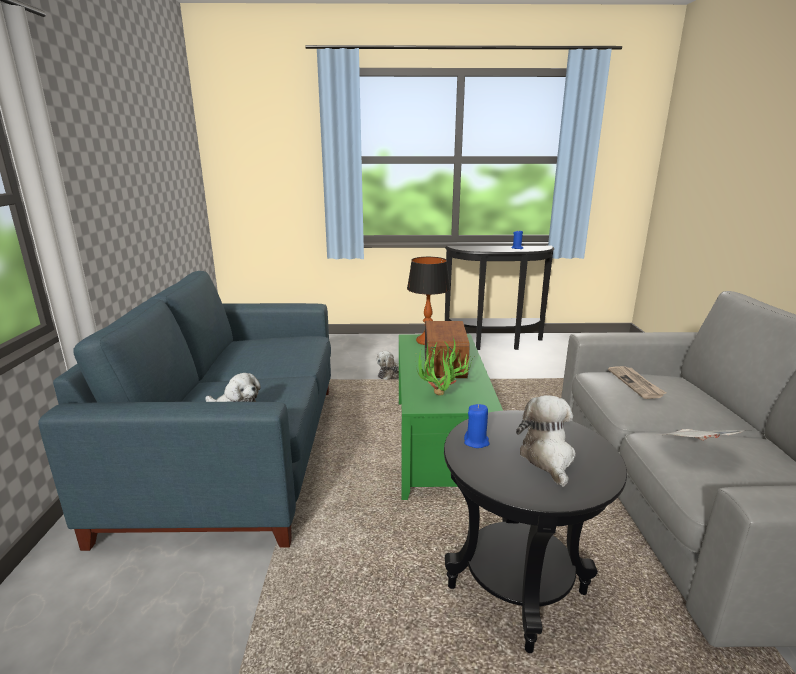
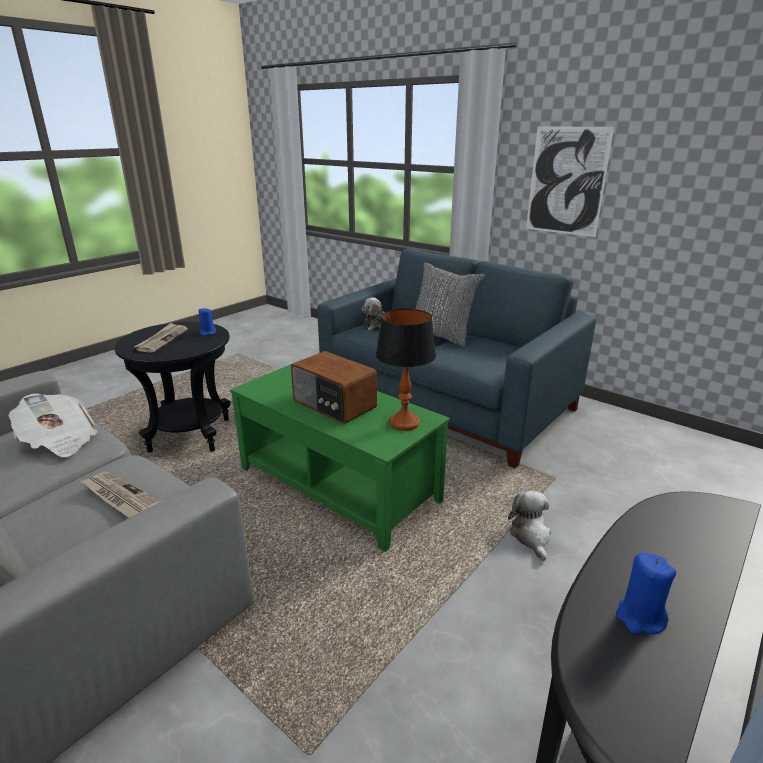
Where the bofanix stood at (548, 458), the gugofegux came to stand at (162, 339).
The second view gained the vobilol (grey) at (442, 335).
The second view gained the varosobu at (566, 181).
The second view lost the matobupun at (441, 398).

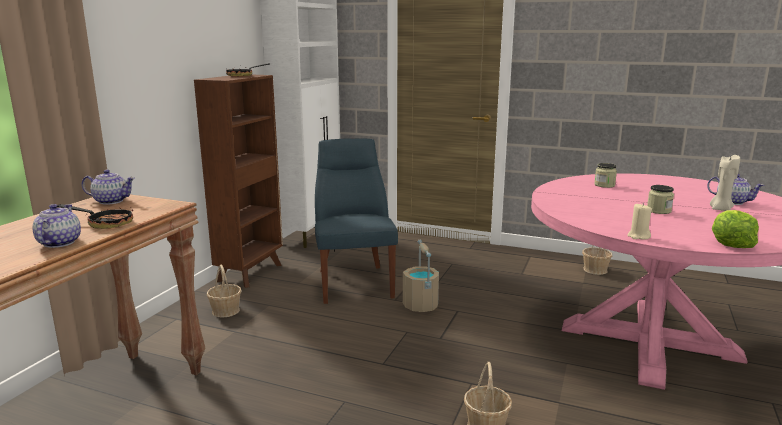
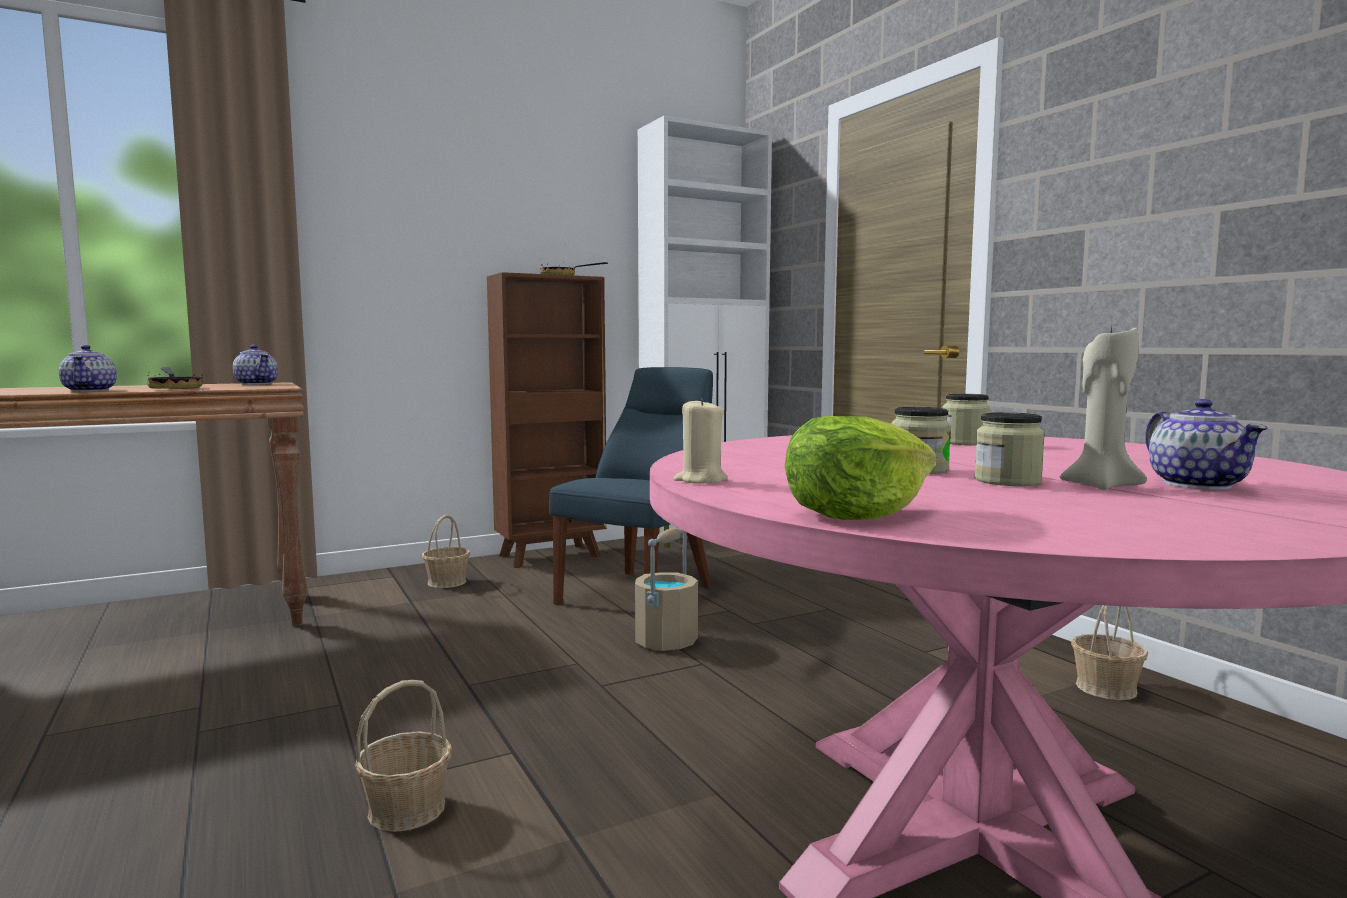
The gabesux at (58, 243) ended up facing another way, 120 degrees clockwise from before.
The second view gained the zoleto at (1007, 481).

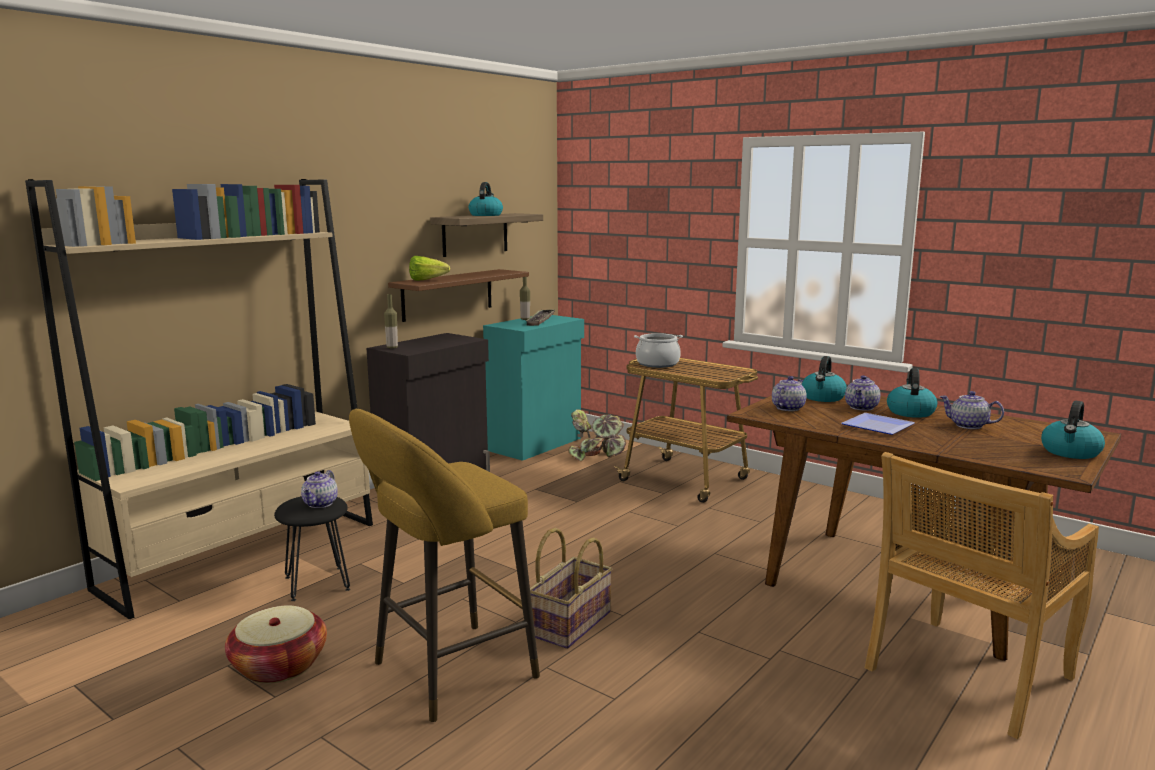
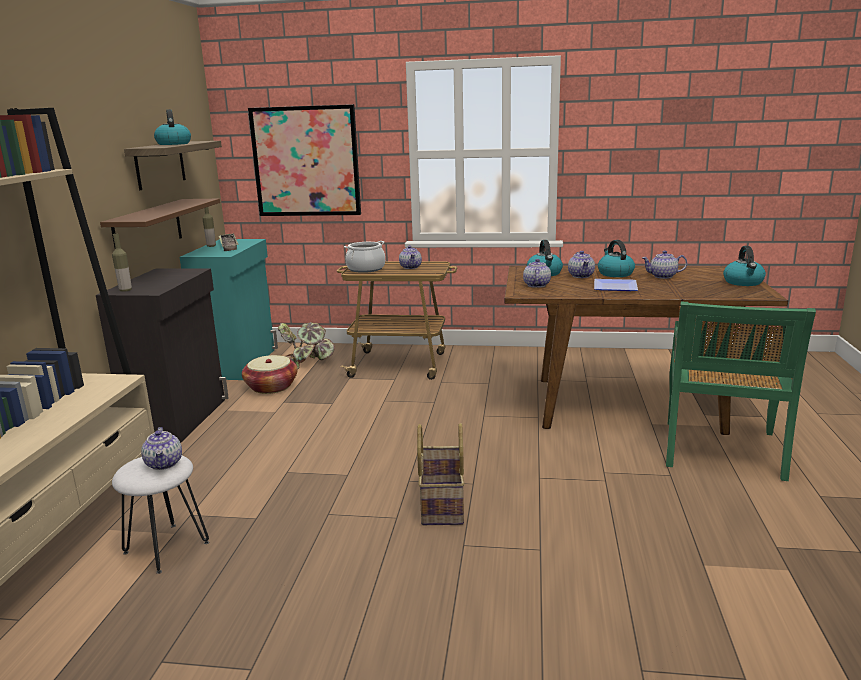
What was the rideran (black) at (318, 583) turned into the rideran (white) at (167, 547).
The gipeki ended up elsewhere, having gone from (279, 666) to (271, 387).
The second view gained the varosobu at (306, 161).
The second view gained the gabesux at (411, 267).
What was the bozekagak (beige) at (967, 675) turned into the bozekagak (green) at (721, 451).
The second view lost the rideran (yellow) at (446, 673).
The second view lost the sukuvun at (430, 280).

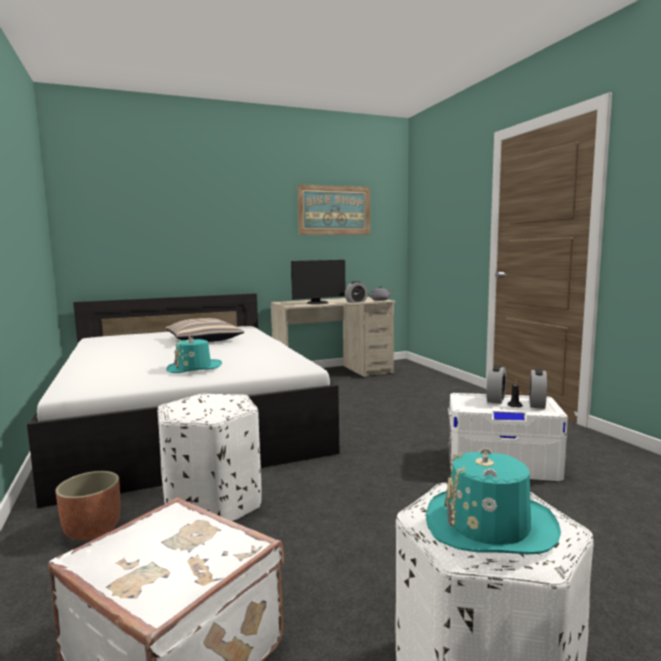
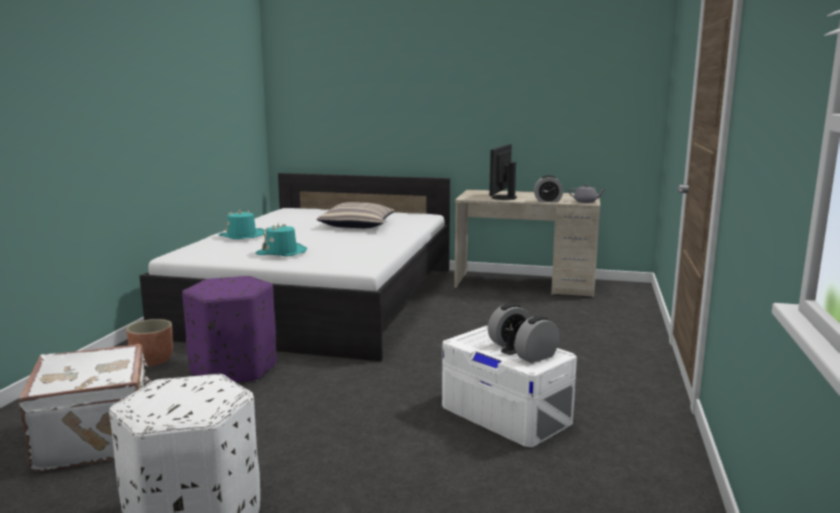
What was the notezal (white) at (213, 504) turned into the notezal (purple) at (234, 369).
The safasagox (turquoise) ended up elsewhere, having gone from (489, 525) to (242, 236).
The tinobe at (318, 303) ended up facing another way, 105 degrees clockwise from before.
The second view lost the varosobu at (334, 210).

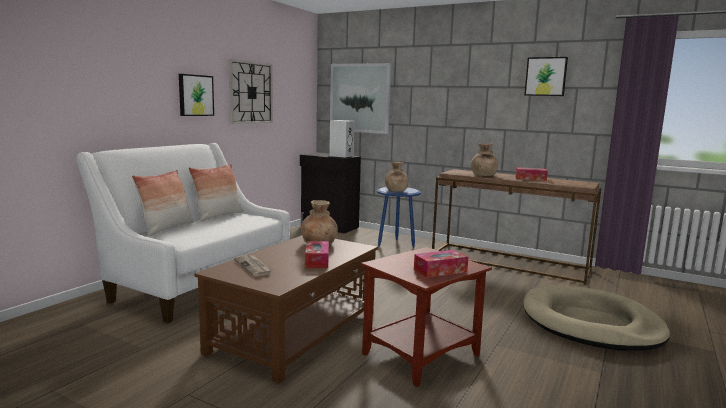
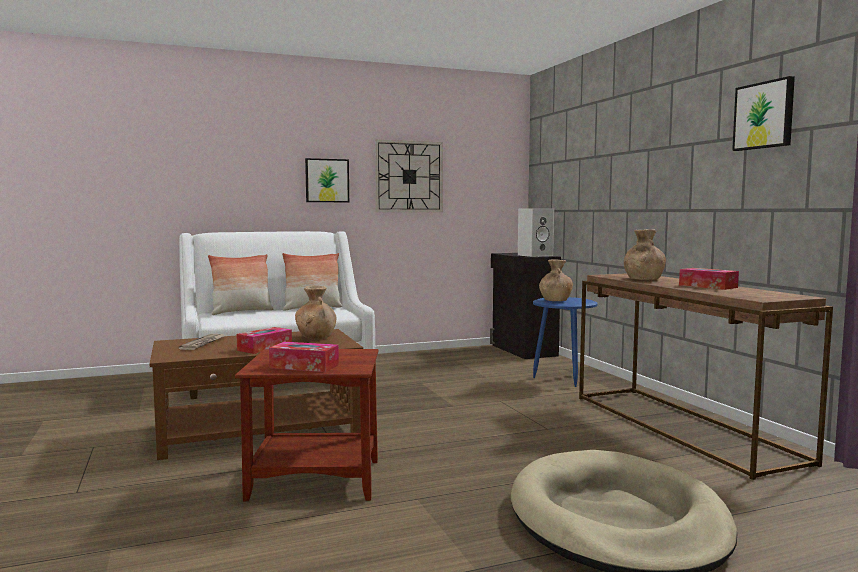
The second view lost the varosobu at (360, 98).

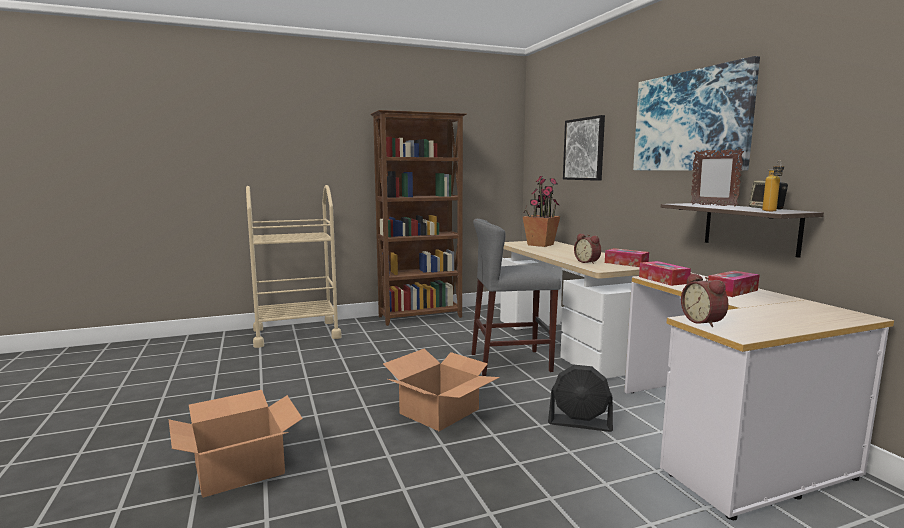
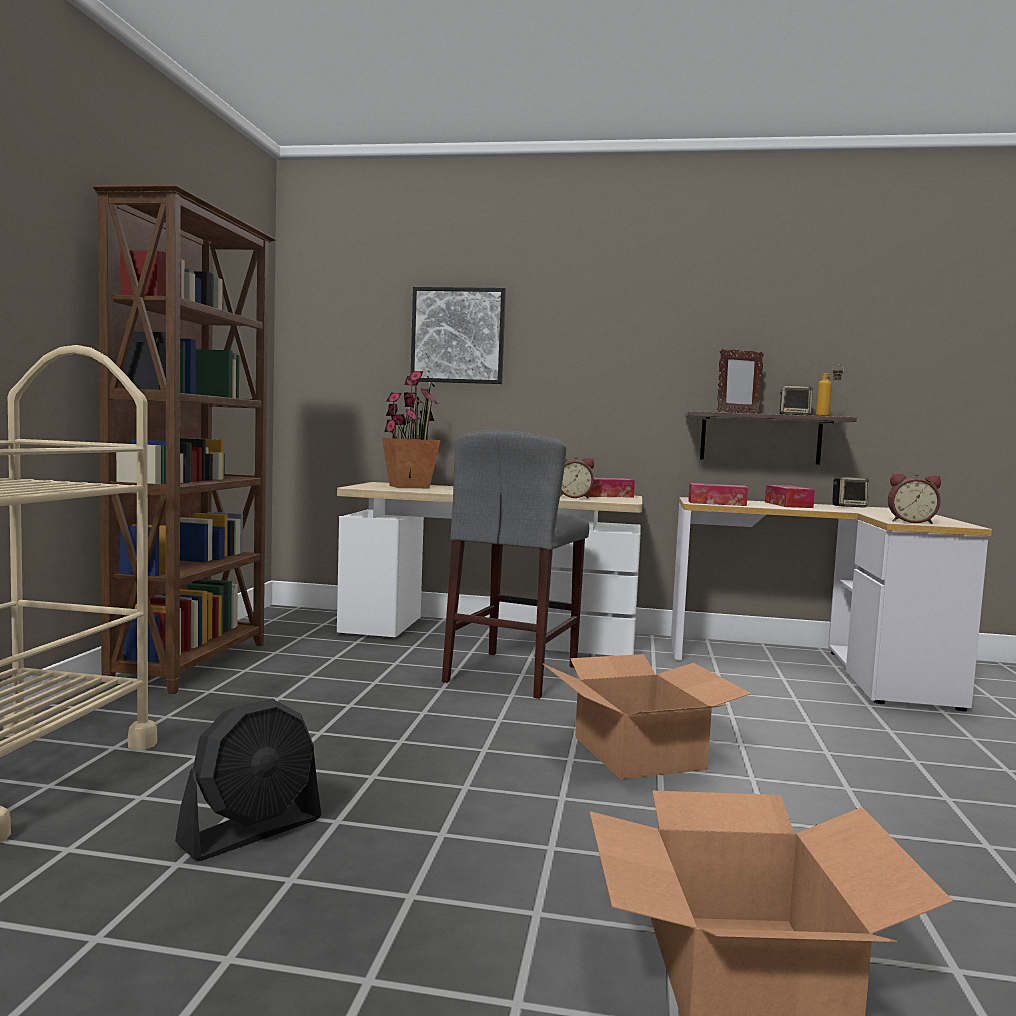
The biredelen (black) ended up elsewhere, having gone from (580, 423) to (251, 831).
The second view gained the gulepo at (849, 507).
The second view lost the varosobu at (690, 121).

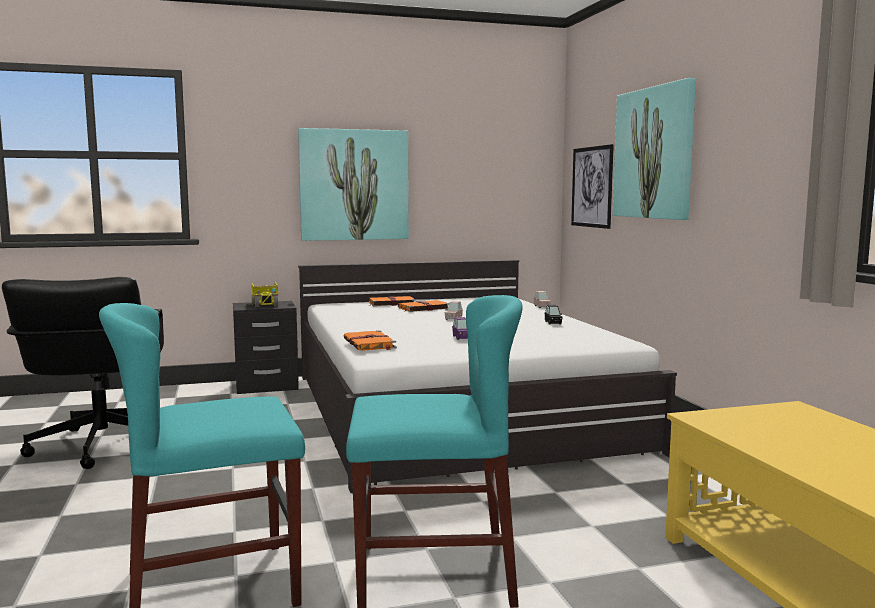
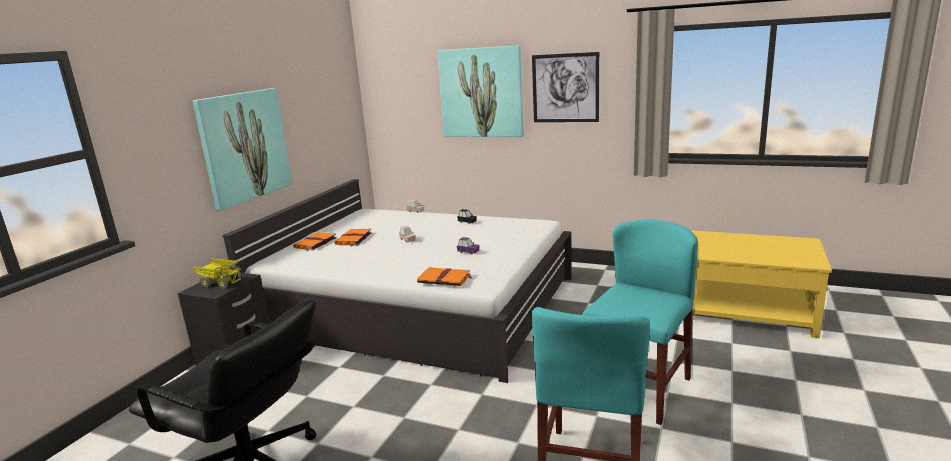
The varosobu ended up elsewhere, having gone from (591, 187) to (565, 88).

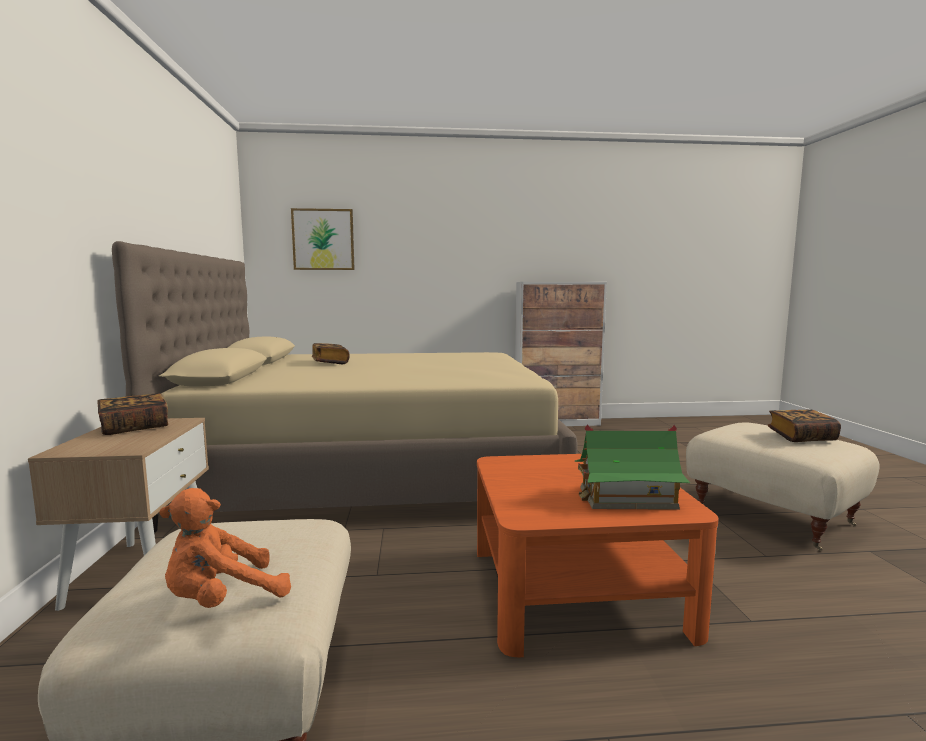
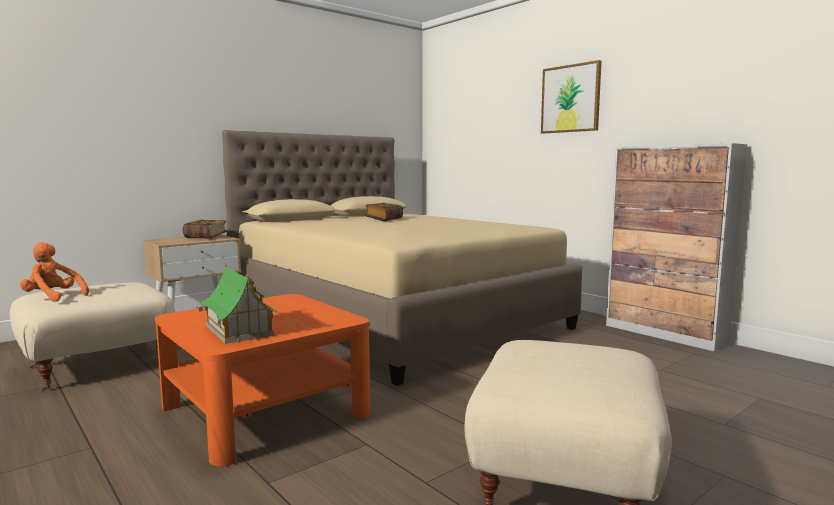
The varosobu ended up elsewhere, having gone from (323, 239) to (570, 99).
The second view lost the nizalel at (801, 437).

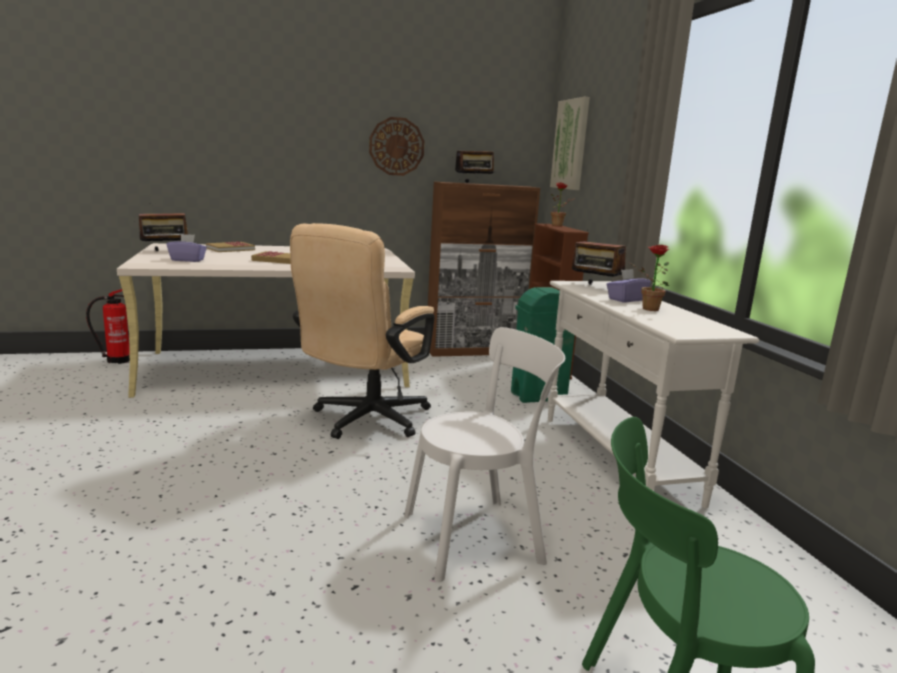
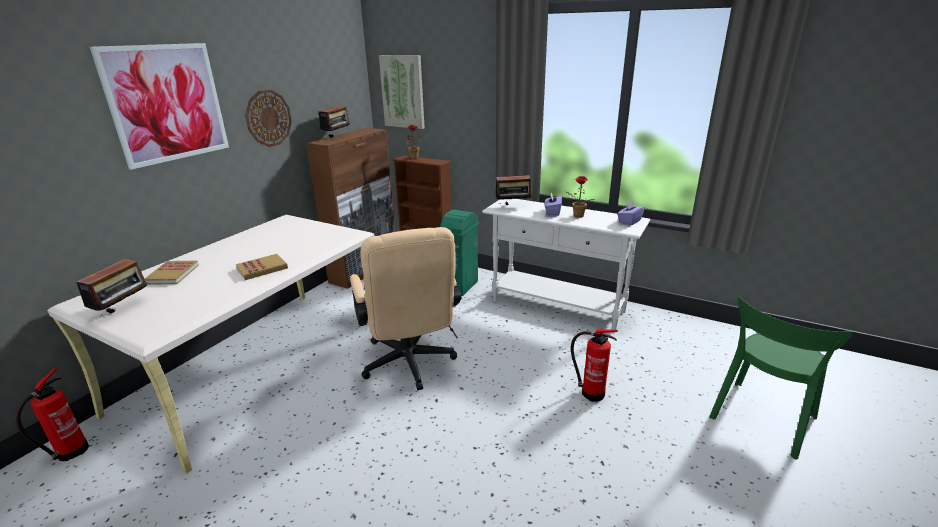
The second view gained the varosobu at (167, 103).
Where the bozekagak (white) stood at (478, 536), the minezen came to stand at (590, 393).
The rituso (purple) ended up elsewhere, having gone from (187, 260) to (629, 221).

